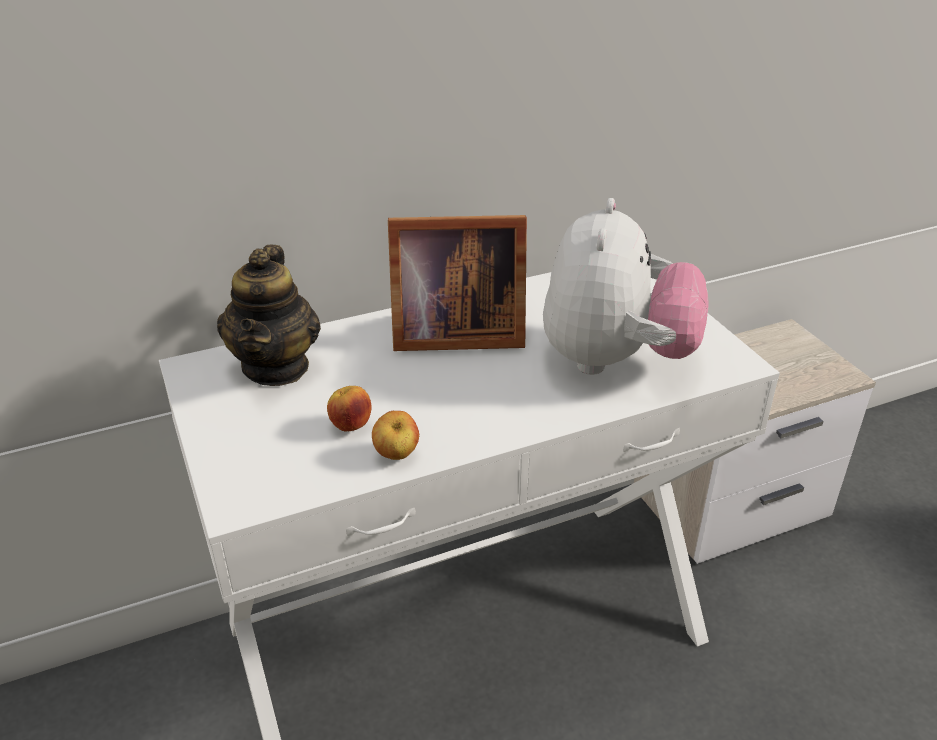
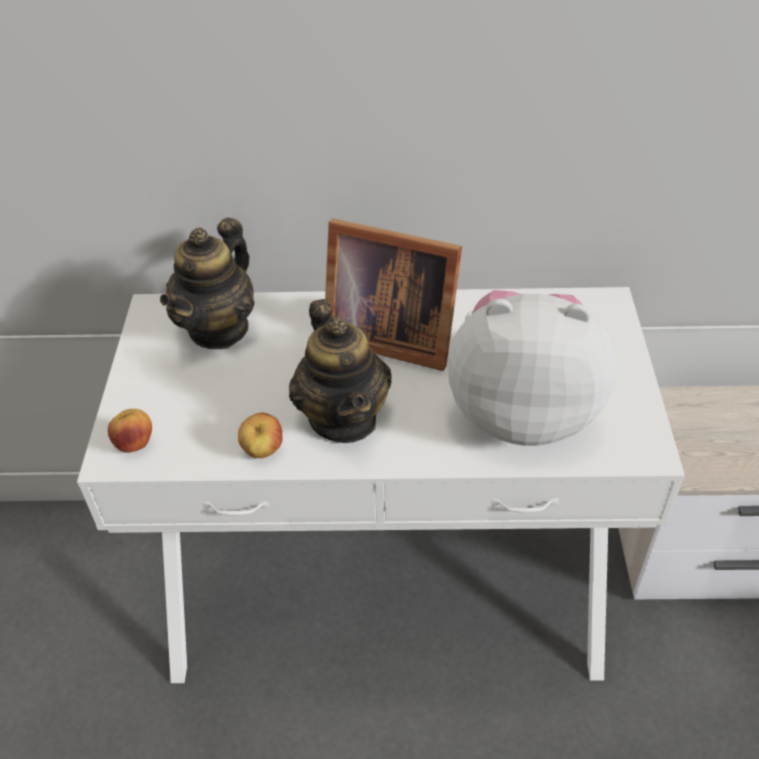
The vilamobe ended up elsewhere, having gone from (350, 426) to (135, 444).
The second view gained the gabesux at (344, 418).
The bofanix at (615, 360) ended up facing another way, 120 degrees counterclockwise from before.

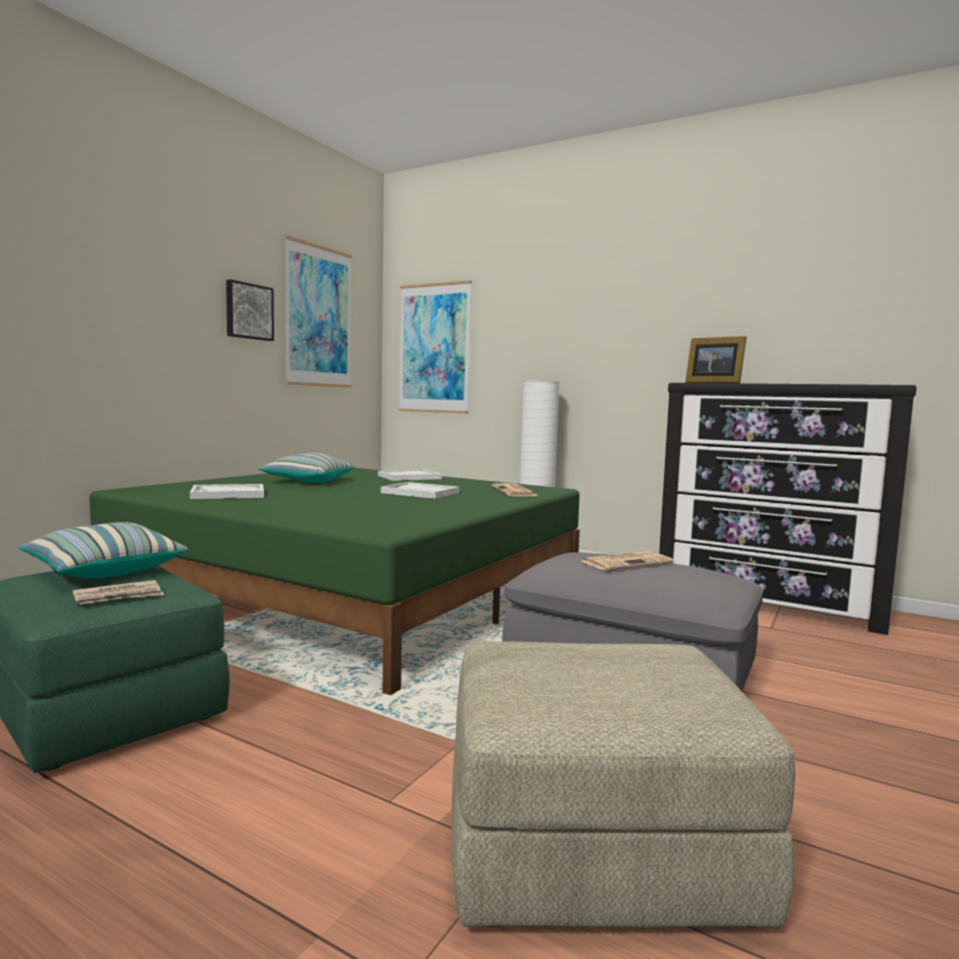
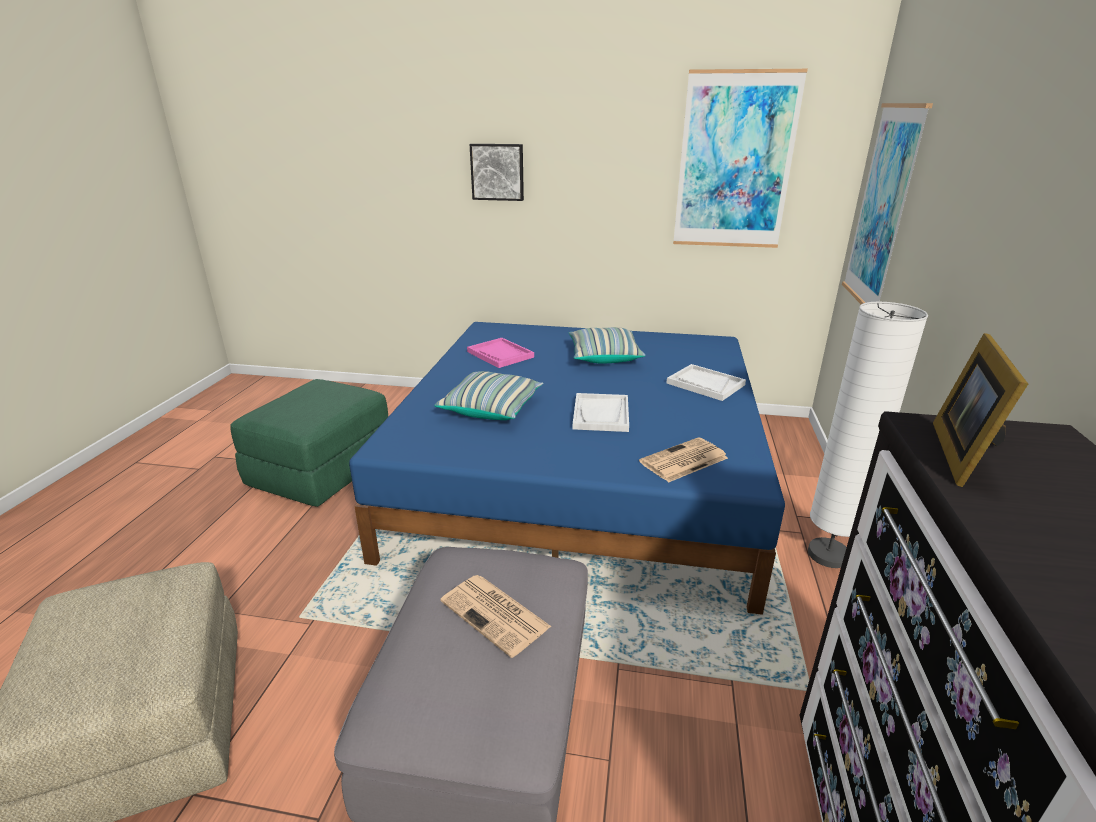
What was the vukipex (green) at (355, 592) turned into the vukipex (blue) at (581, 474).
The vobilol ended up elsewhere, having gone from (104, 571) to (491, 408).
What was the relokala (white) at (228, 494) turned into the relokala (pink) at (500, 354).
The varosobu ended up elsewhere, having gone from (248, 311) to (497, 172).
The second view lost the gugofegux at (119, 596).

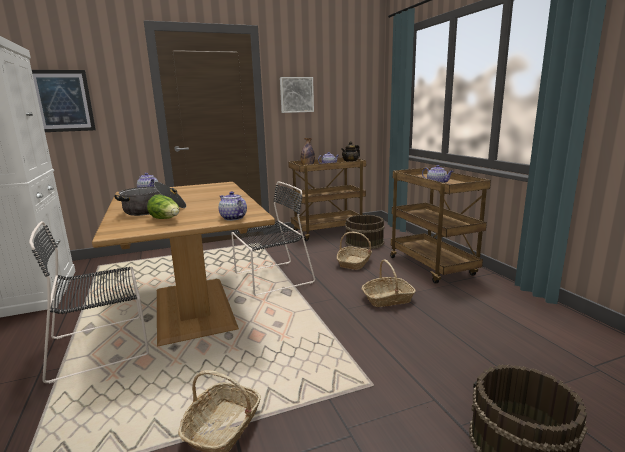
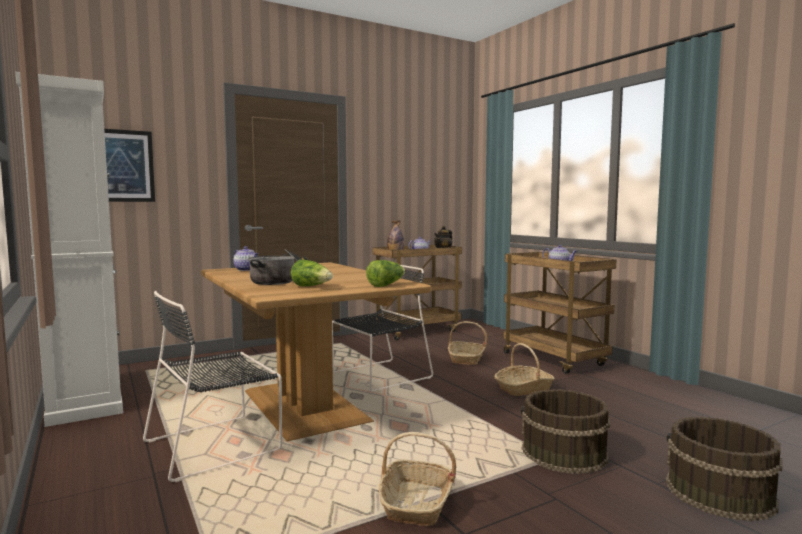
Where the gabesux stood at (233, 218), the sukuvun came to stand at (386, 285).
The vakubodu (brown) ended up elsewhere, having gone from (364, 243) to (563, 453).
The second view lost the varosobu at (296, 95).

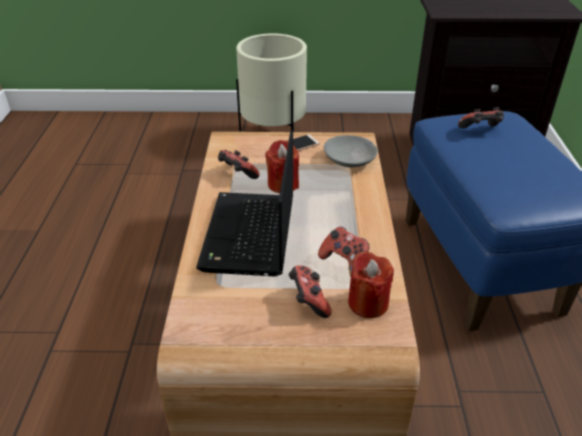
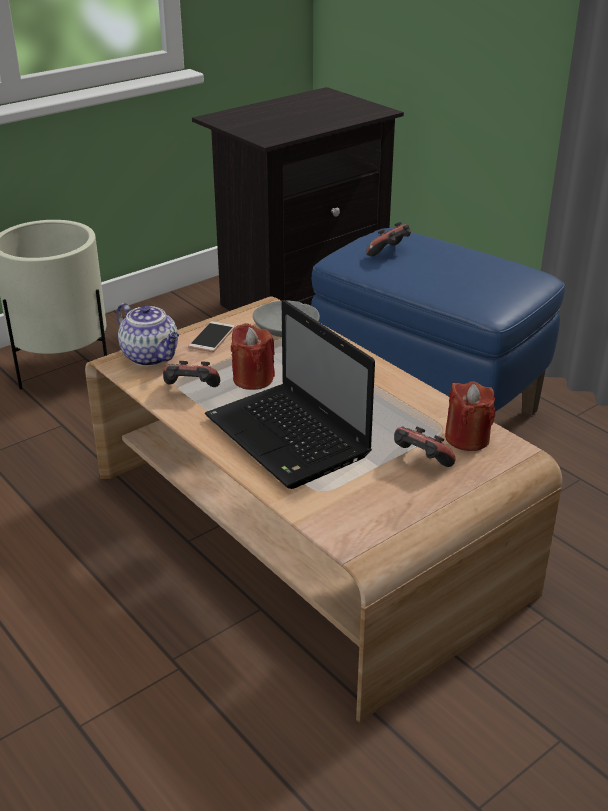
The second view gained the gabesux at (151, 357).
The second view lost the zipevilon at (345, 262).

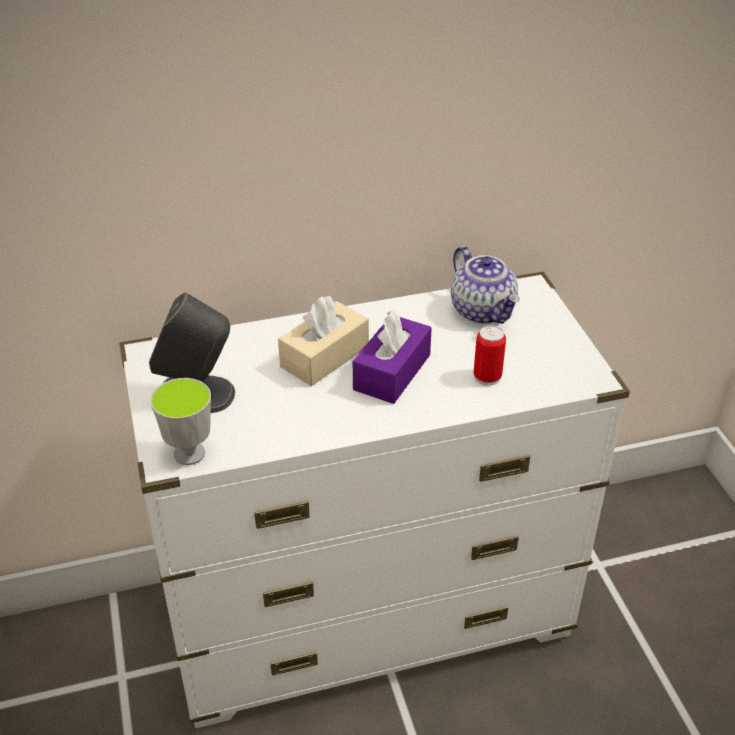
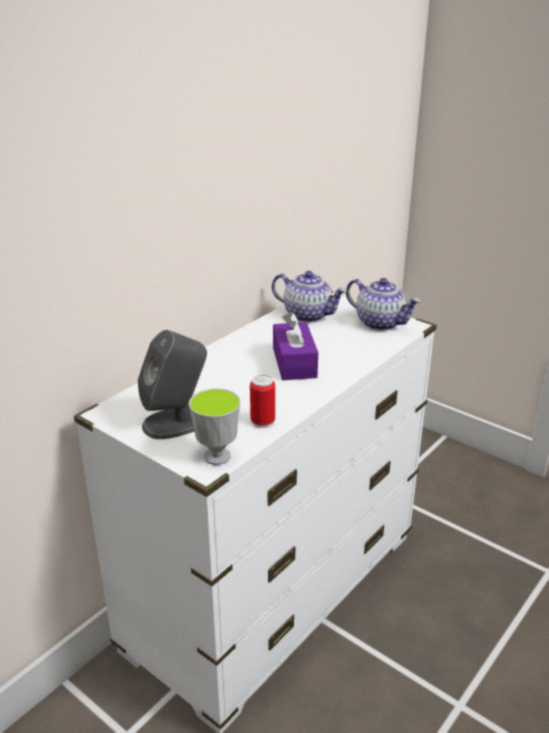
The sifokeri ended up elsewhere, having gone from (487, 376) to (262, 421).
The second view gained the gabesux at (381, 323).
The second view lost the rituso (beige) at (324, 357).

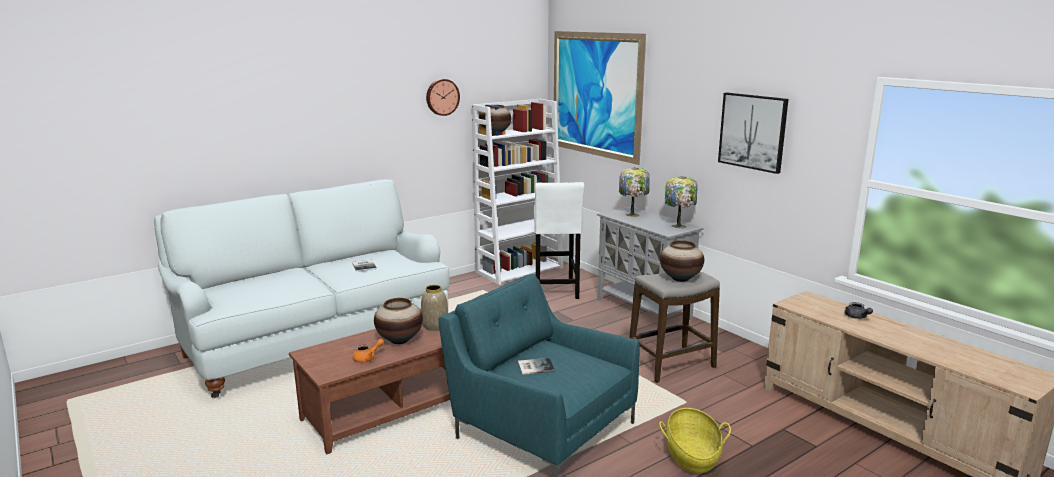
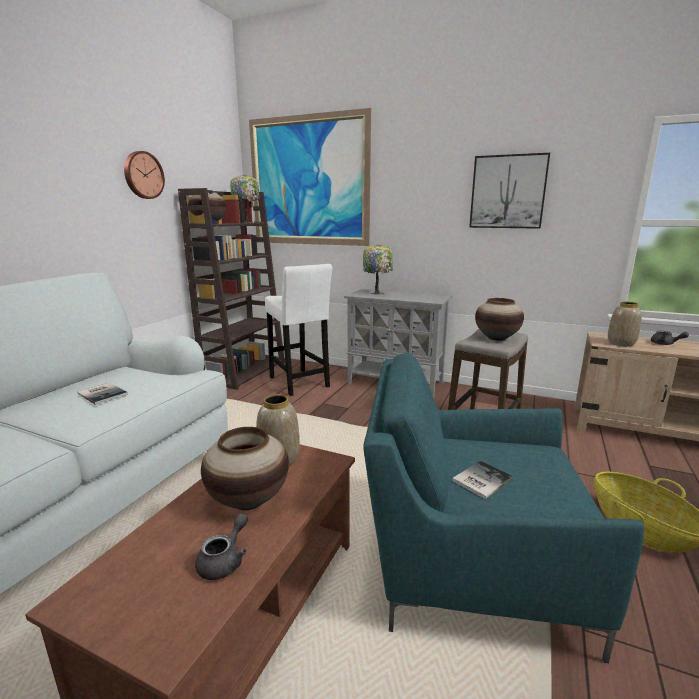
What was the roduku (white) at (520, 270) turned into the roduku (brown) at (244, 371).
What was the gabesux (orange) at (367, 358) turned into the gabesux (grey) at (225, 561).
The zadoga ended up elsewhere, having gone from (679, 226) to (247, 222).
The second view gained the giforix at (620, 343).

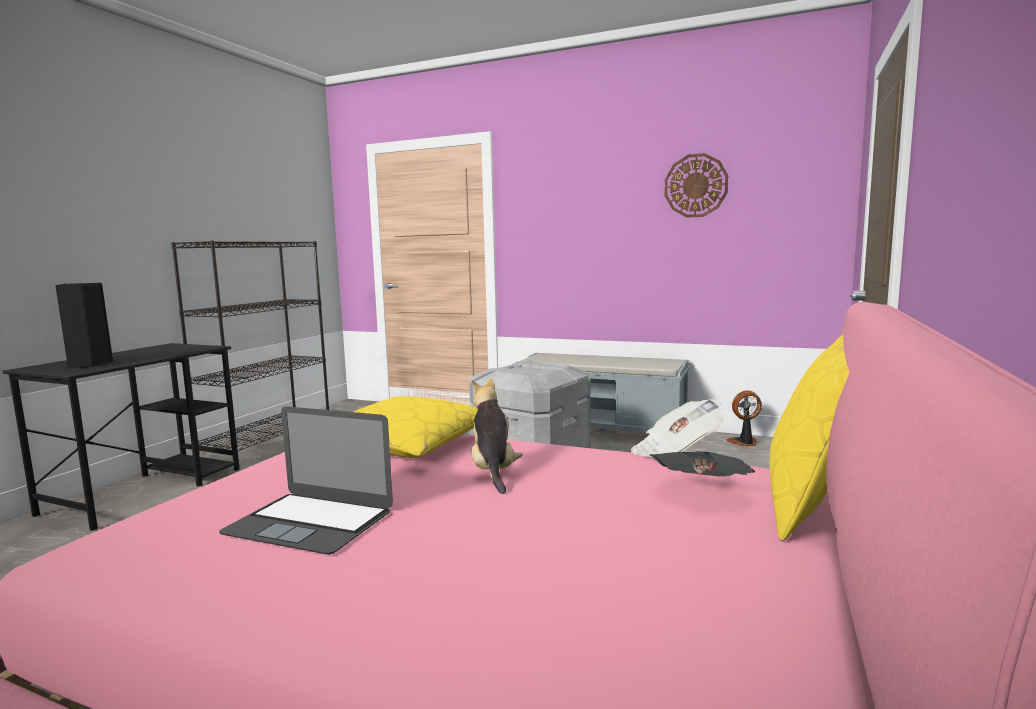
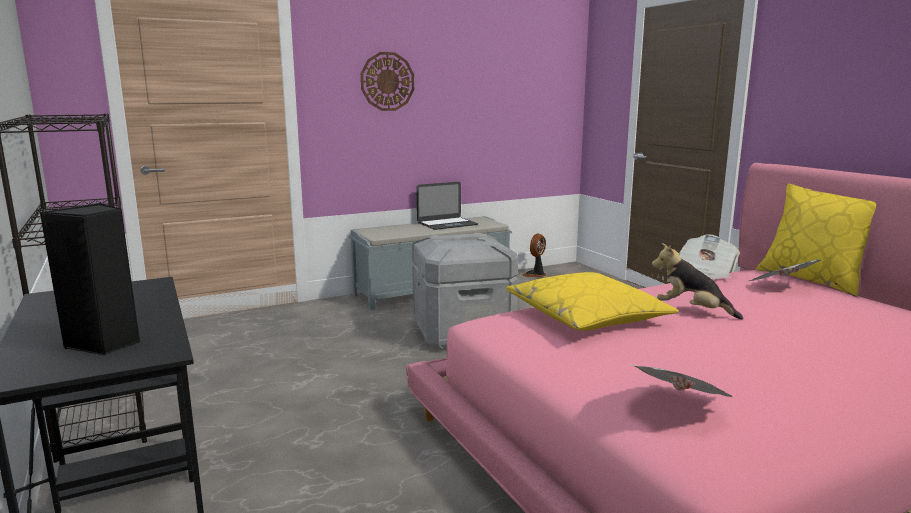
The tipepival ended up elsewhere, having gone from (696, 185) to (387, 81).
The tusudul ended up elsewhere, having gone from (310, 522) to (447, 224).
The second view gained the gugofegux at (680, 406).

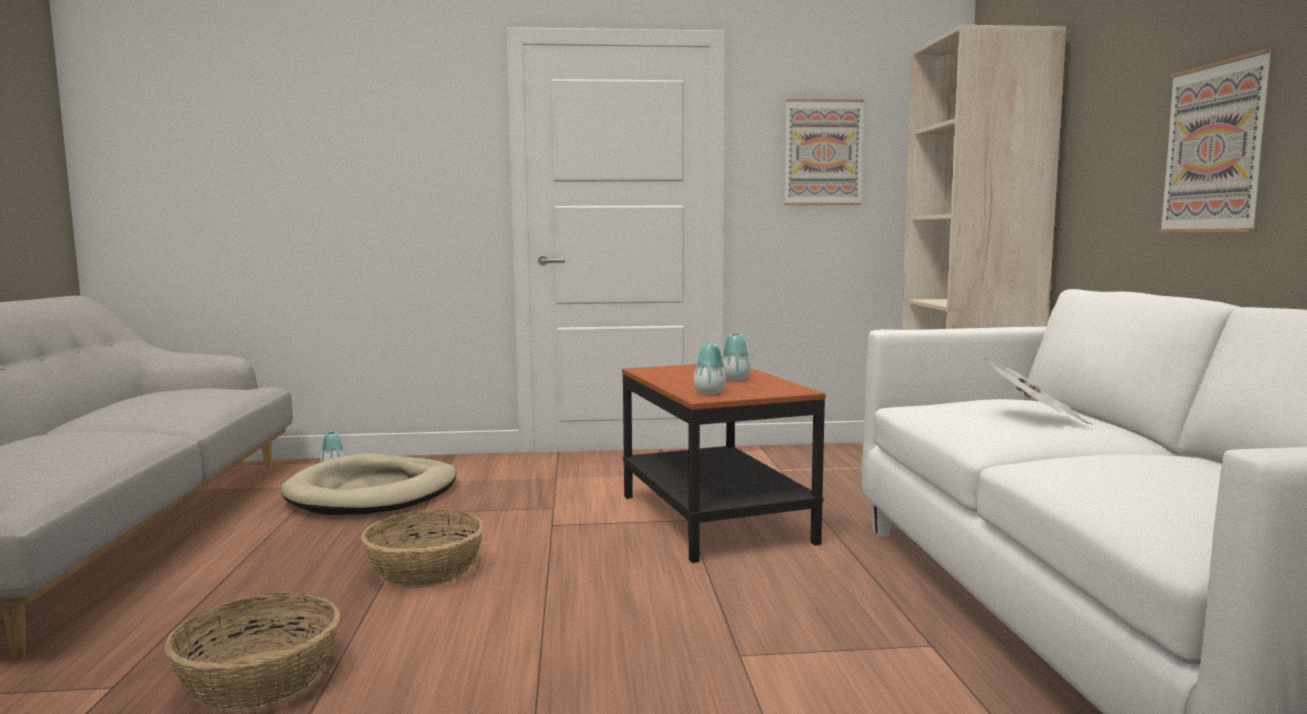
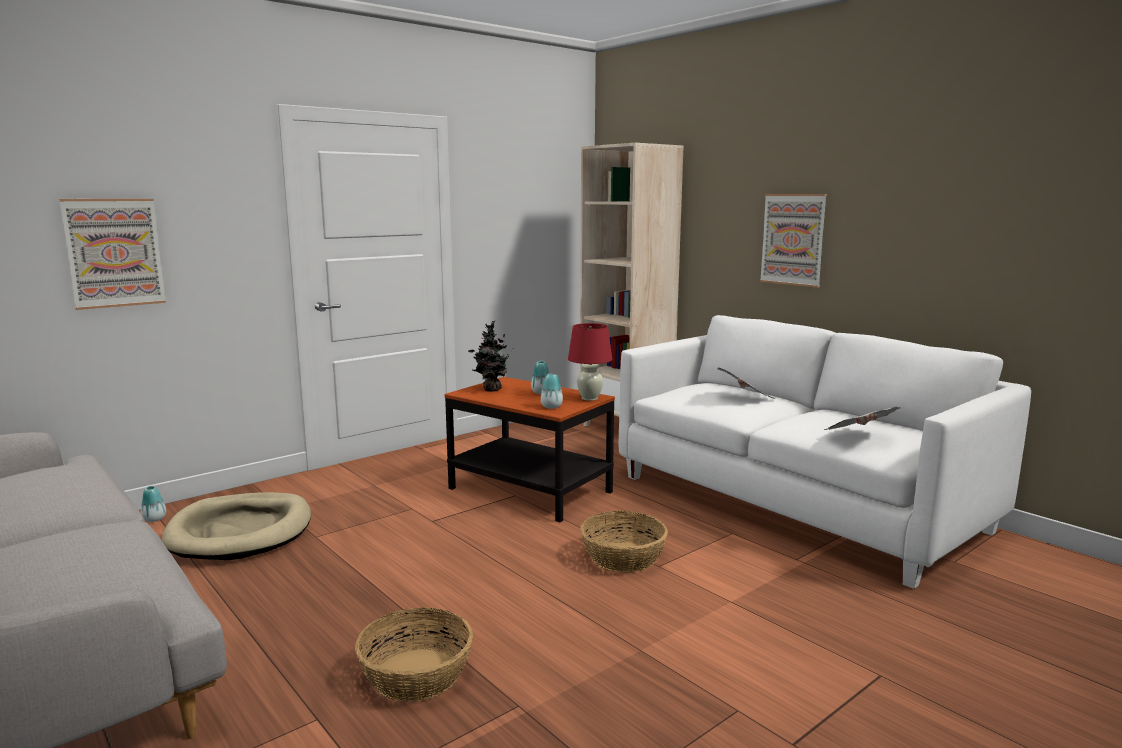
The varosobu ended up elsewhere, having gone from (823, 153) to (114, 253).
The second view gained the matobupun at (490, 390).
The second view gained the zadoga (red) at (590, 398).
The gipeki ended up elsewhere, having gone from (425, 569) to (622, 557).
The second view gained the gugofegux at (859, 437).

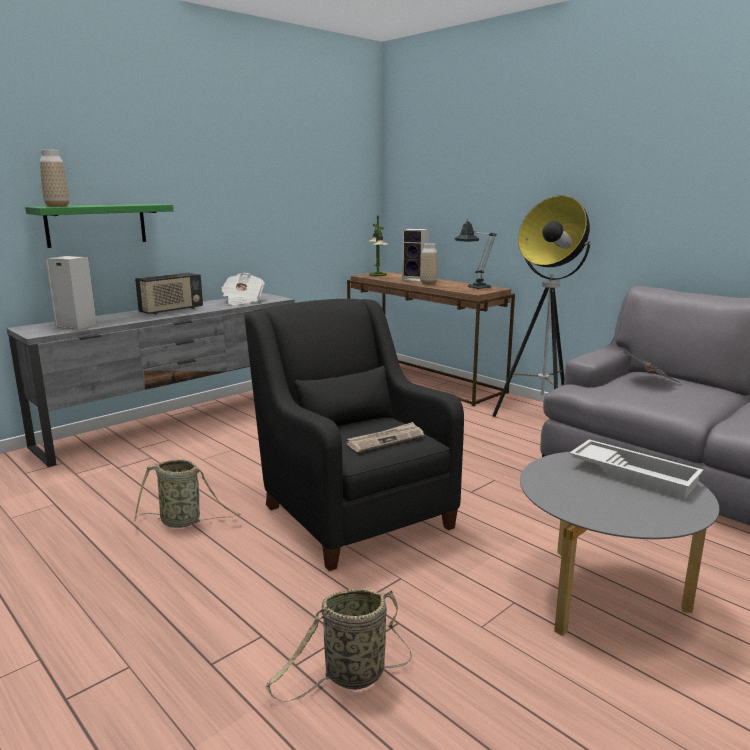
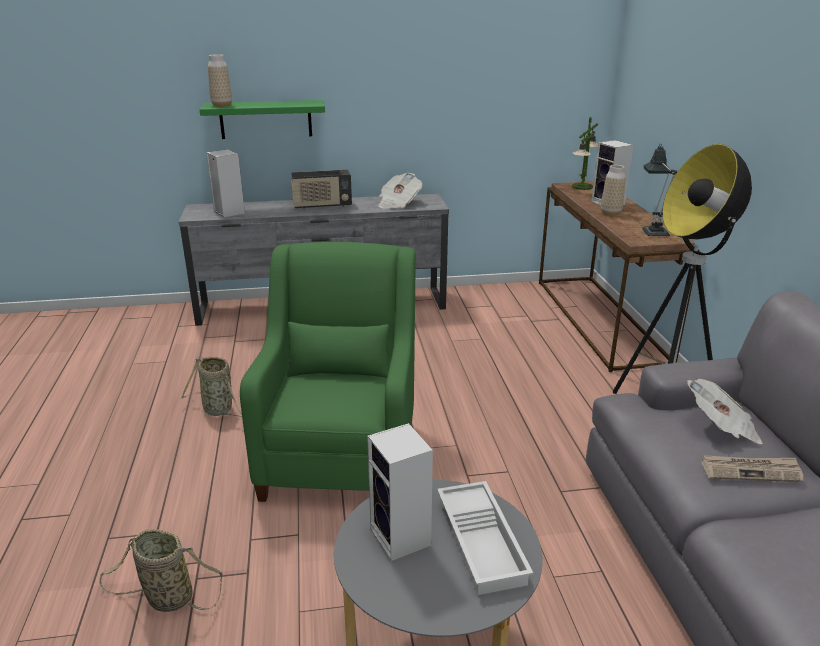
What was the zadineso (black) at (352, 511) turned into the zadineso (green) at (342, 452).
The second view gained the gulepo at (402, 538).
The gugofegux ended up elsewhere, having gone from (385, 439) to (751, 470).

